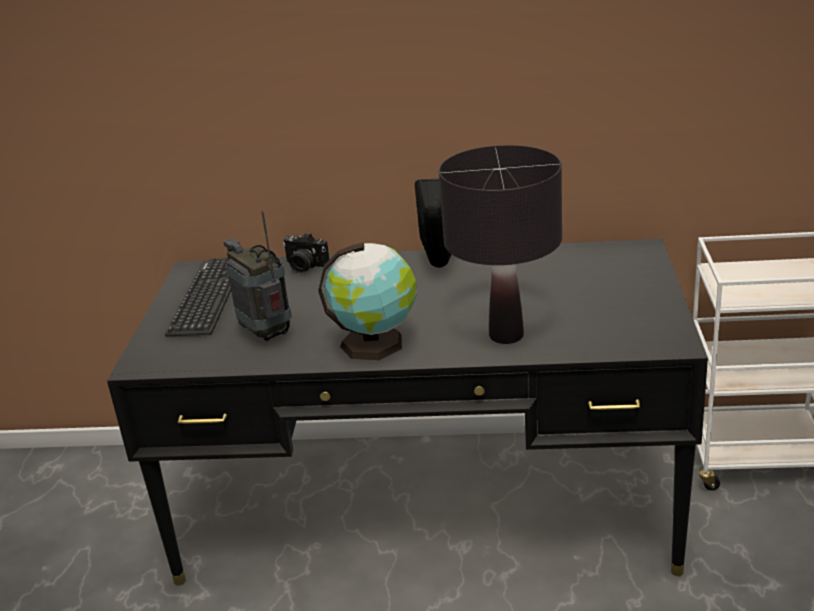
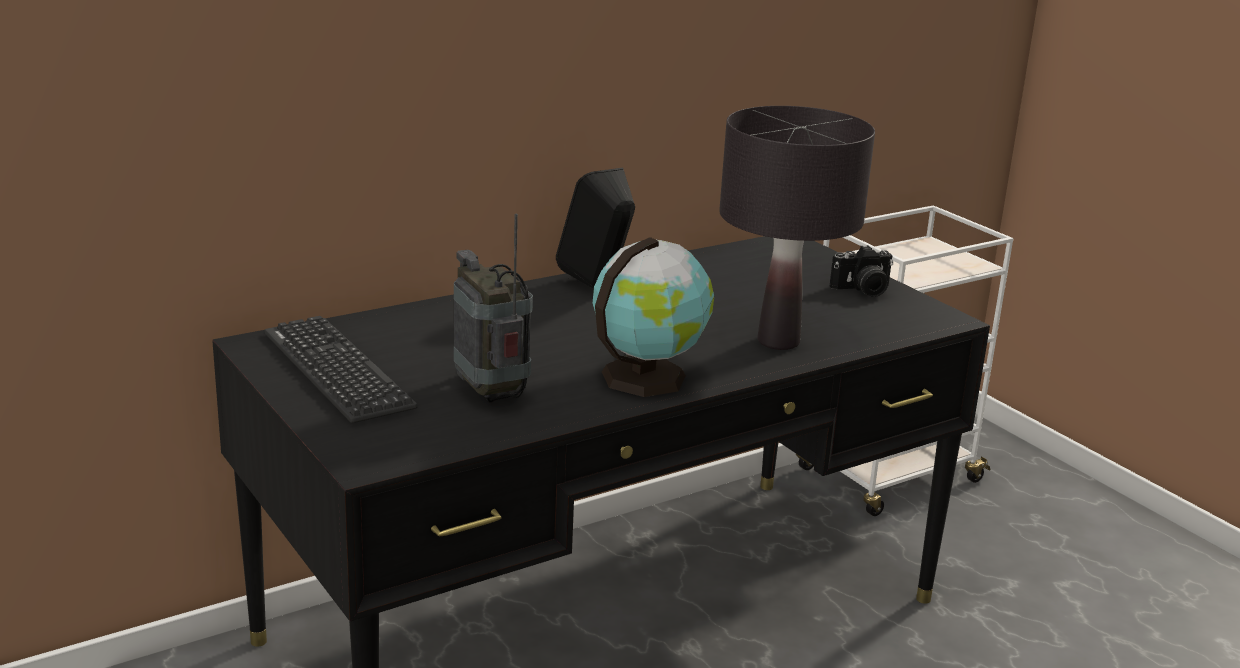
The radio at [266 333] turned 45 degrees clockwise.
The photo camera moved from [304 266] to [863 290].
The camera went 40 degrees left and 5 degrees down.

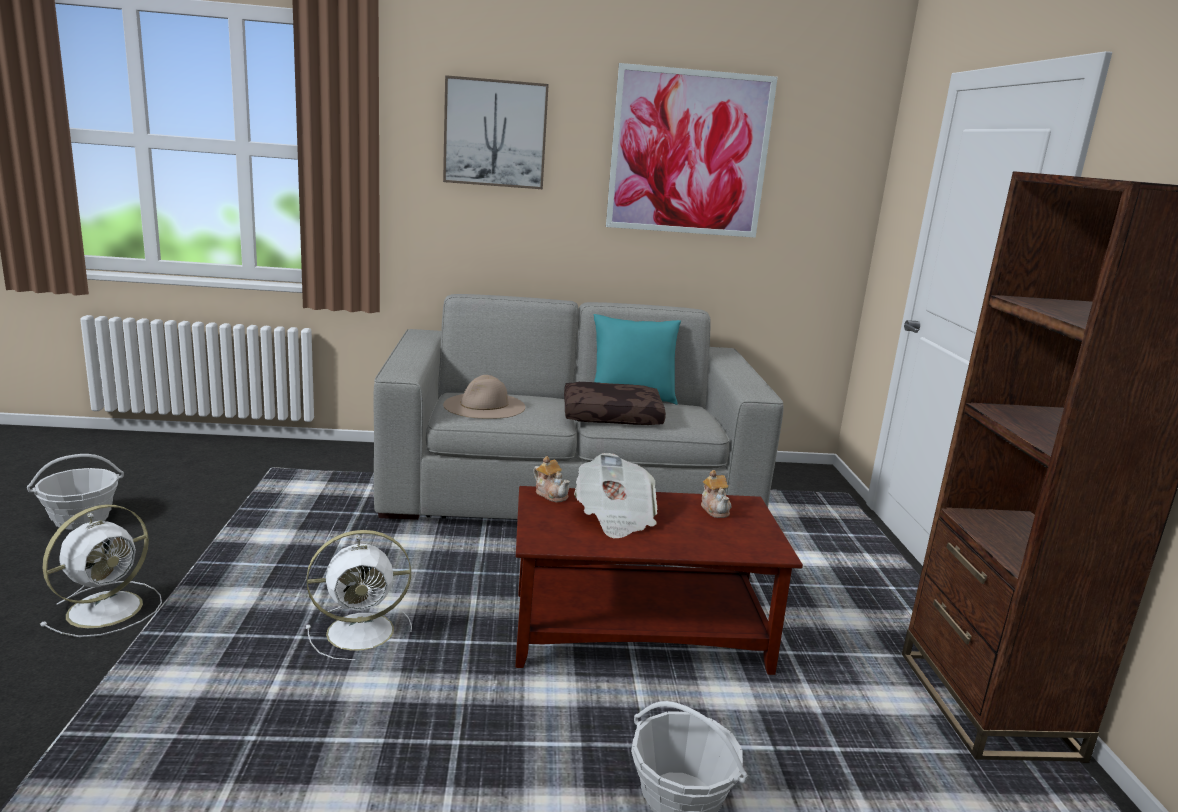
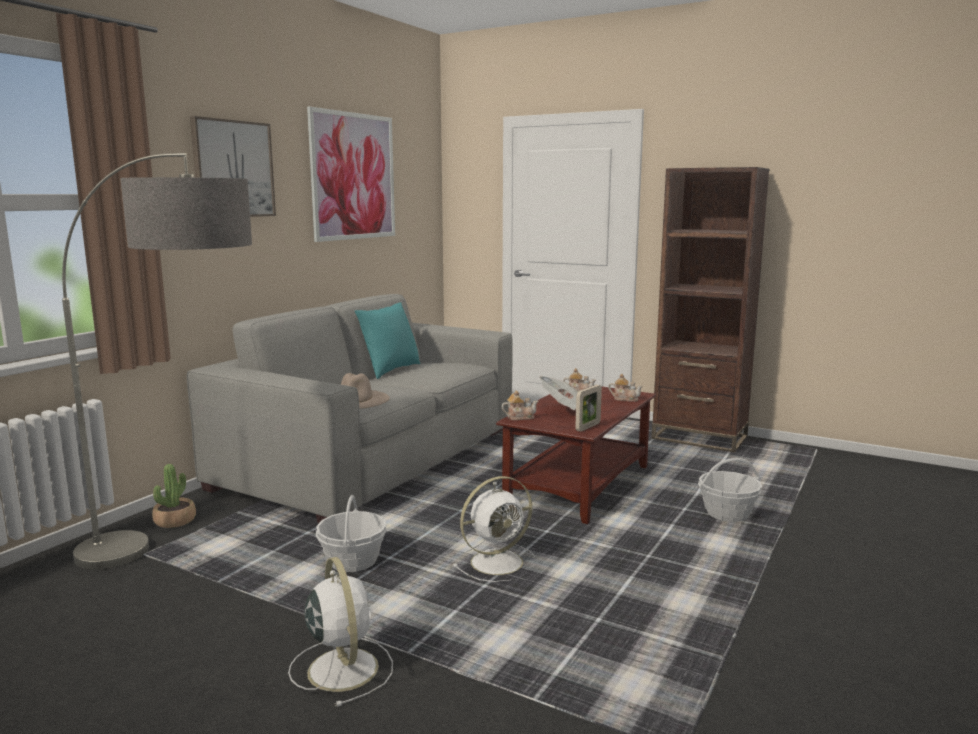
The brown pillow at [612 416] disappeared.
The basket moved from [81 519] to [353 562].
The white fan at [364 632] turned 45 degrees clockwise.
The floor lamp at [183 562] appeared.
The teapot at [625 399] appeared.
The picture frame at [588 427] appeared.
The potted plant at [175 520] appeared.
The camera went 55 degrees left and 5 degrees down.

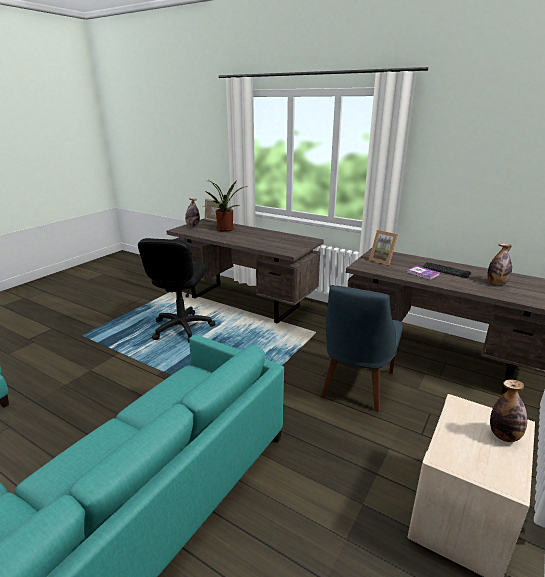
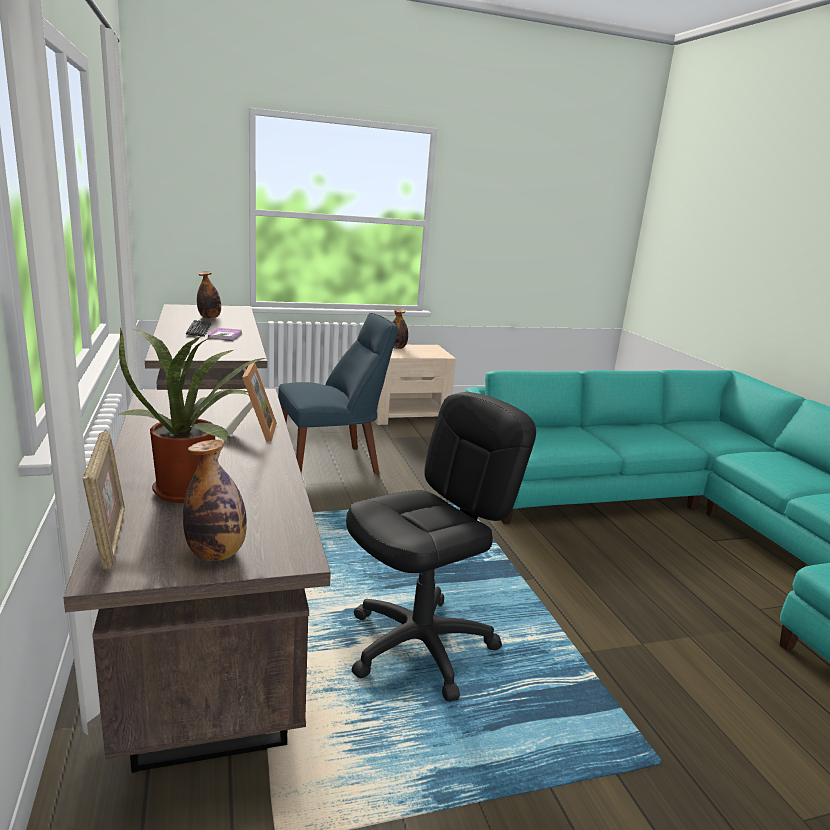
The picture frame moved from [382 260] to [253 432].
The camera went 140 degrees left and 5 degrees down.

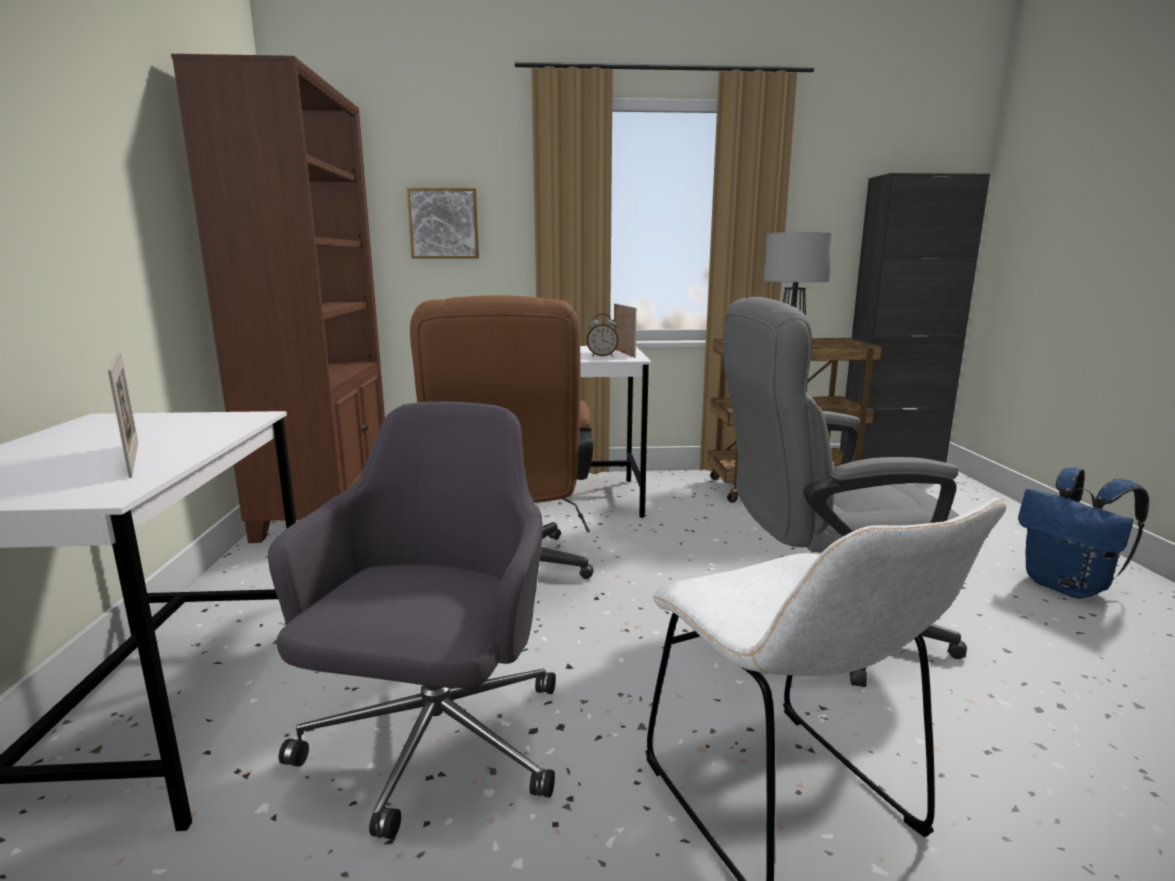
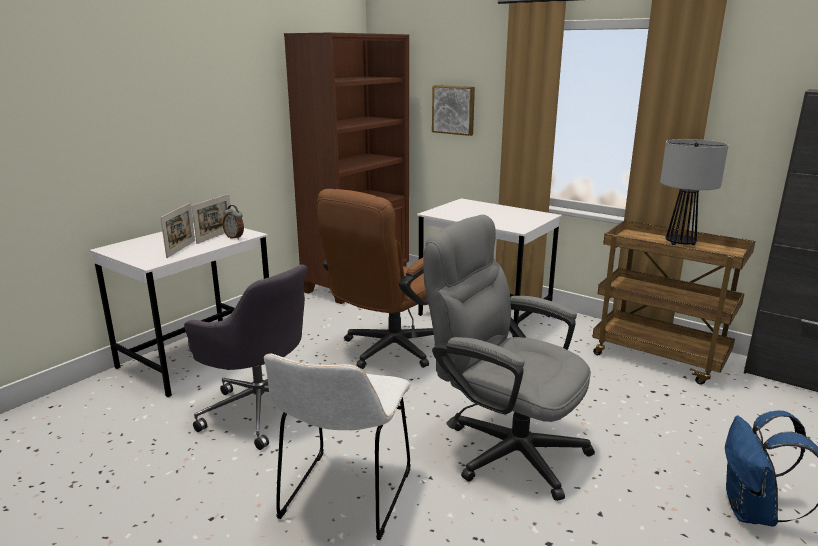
The picture frame moved from [624 353] to [215 236].
The alarm clock moved from [602 356] to [235 237].
The grey office chair at [434 745] turned 75 degrees clockwise.
The camera went 40 degrees right and 5 degrees up.

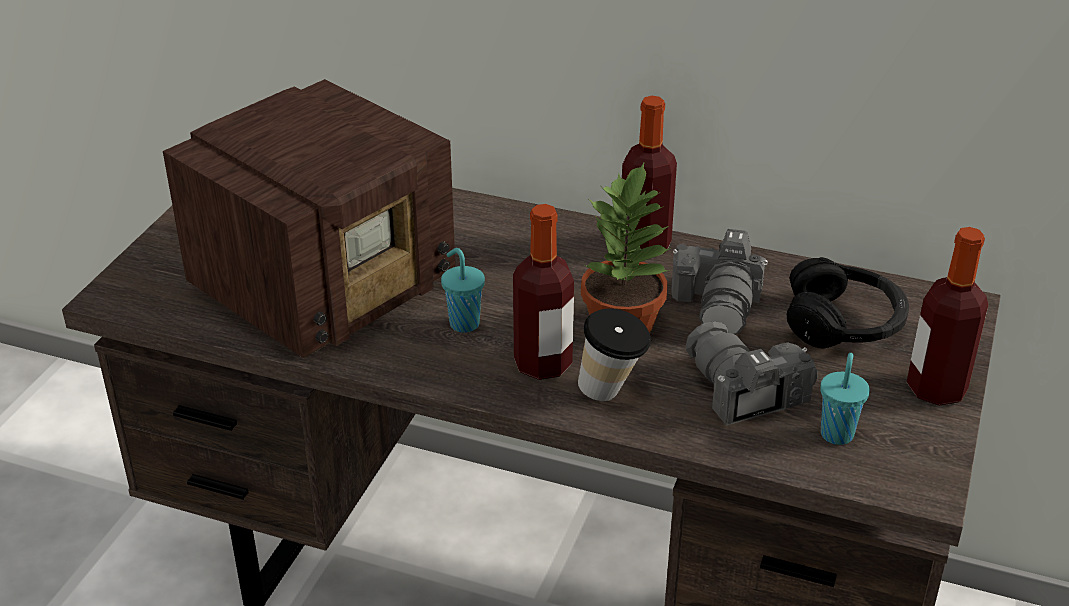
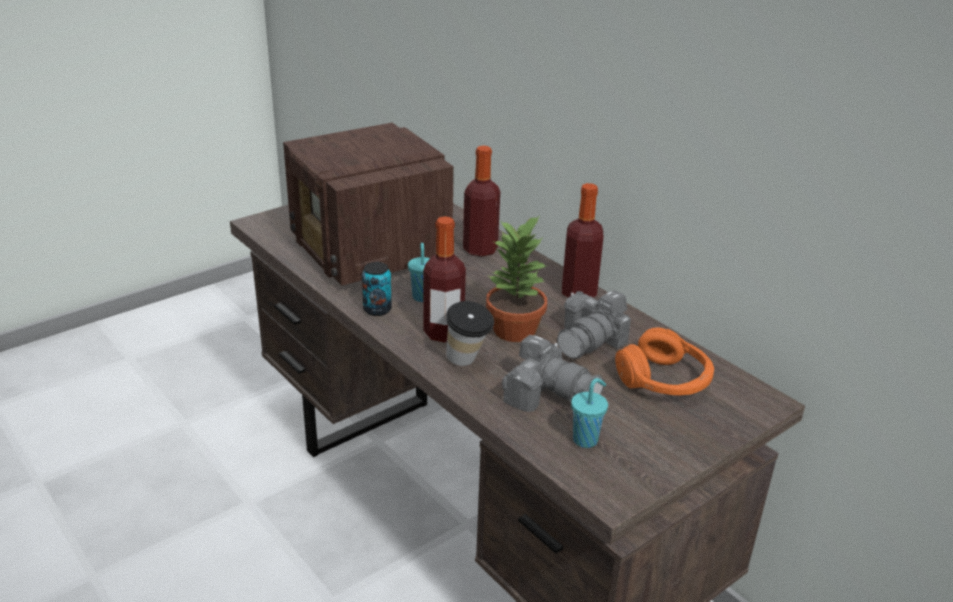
The radio at [327 285] turned 75 degrees clockwise.
The bottle moved from [936 389] to [480 249].
The black headphones at [844 323] became the orange headphones at [664 380].
The photo camera at [743 392] turned 120 degrees clockwise.
The can at [377 309] appeared.
The camera went 30 degrees right and 5 degrees down.

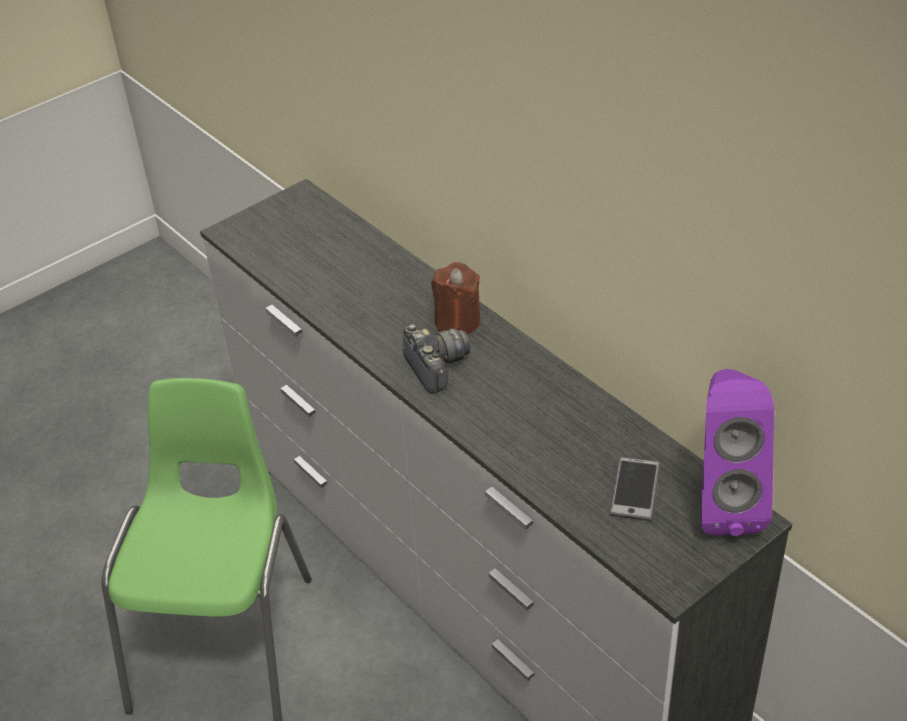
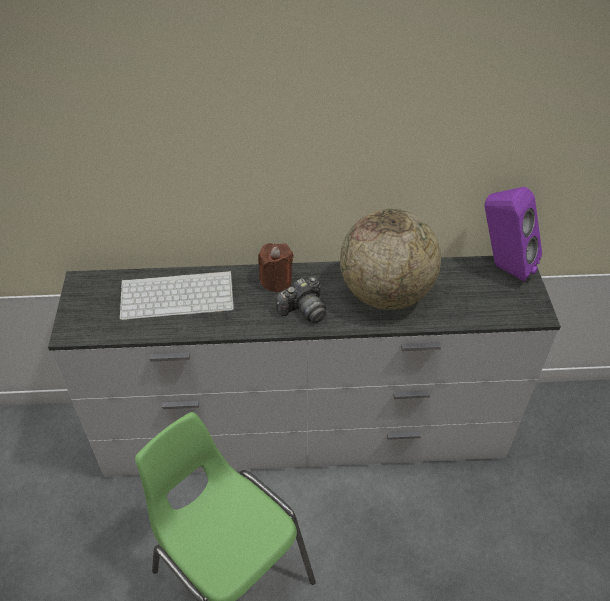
The photo camera at [435 367] turned 135 degrees clockwise.
The phone at [634 489] disappeared.
The globe at [386 293] appeared.
The keyboard at [178 295] appeared.
The camera went 55 degrees left and 5 degrees up.

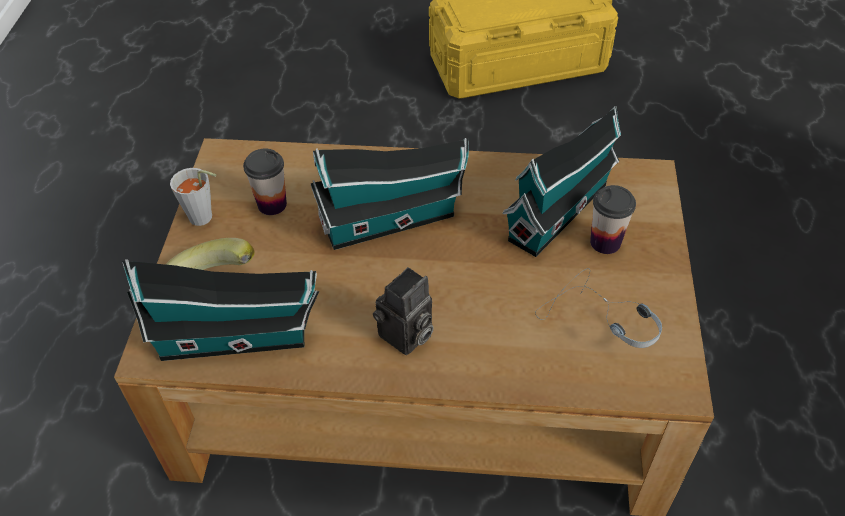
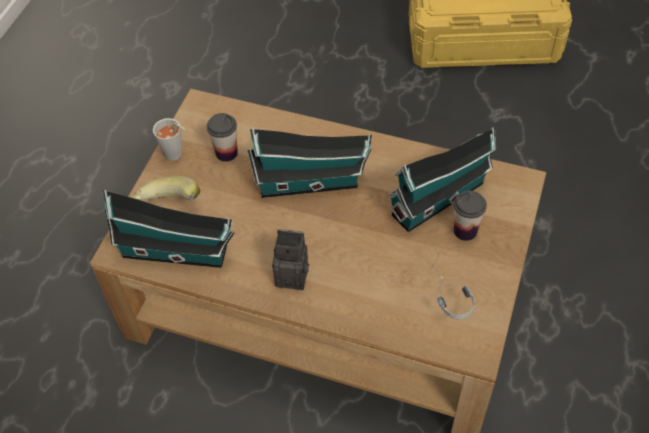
The photo camera at [406 337] turned 135 degrees counterclockwise.
The camera went 15 degrees right and 5 degrees up.

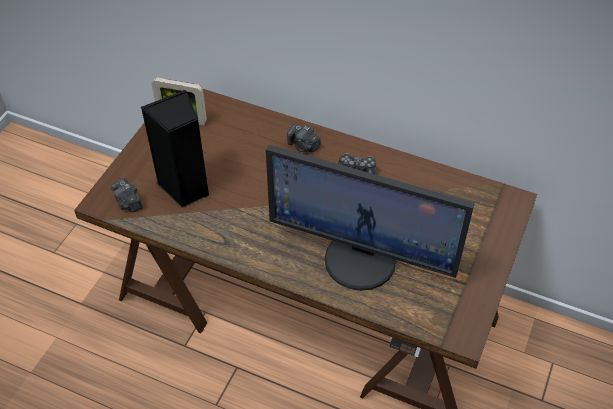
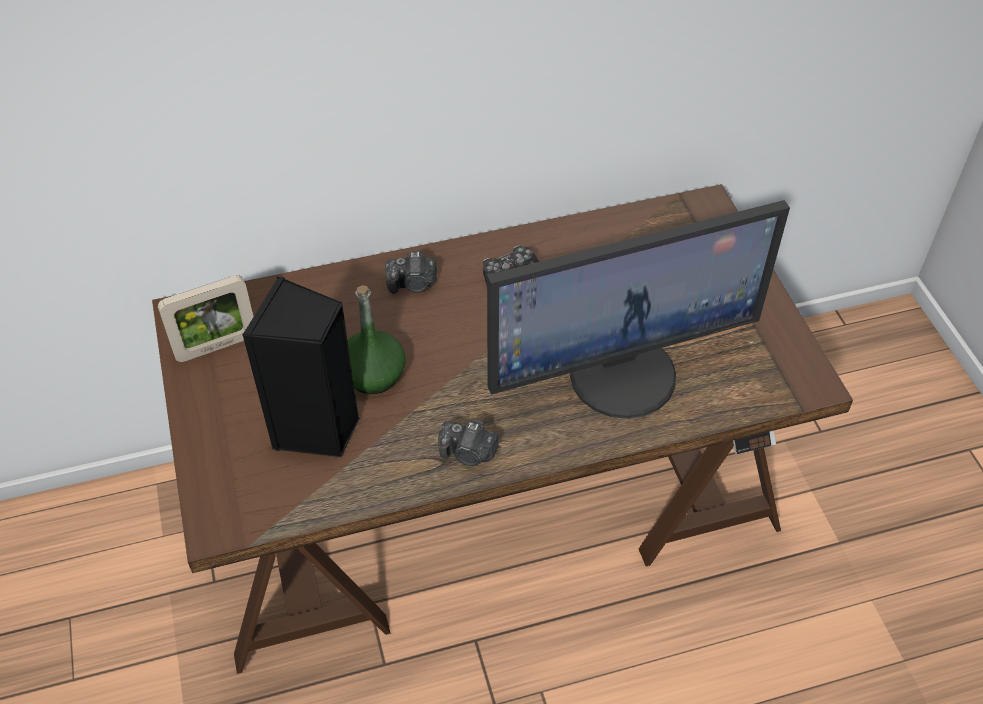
The photo camera moved from [128 203] to [468 453].
The green bottle at [373 375] appeared.
The camera went 40 degrees left and 0 degrees up.

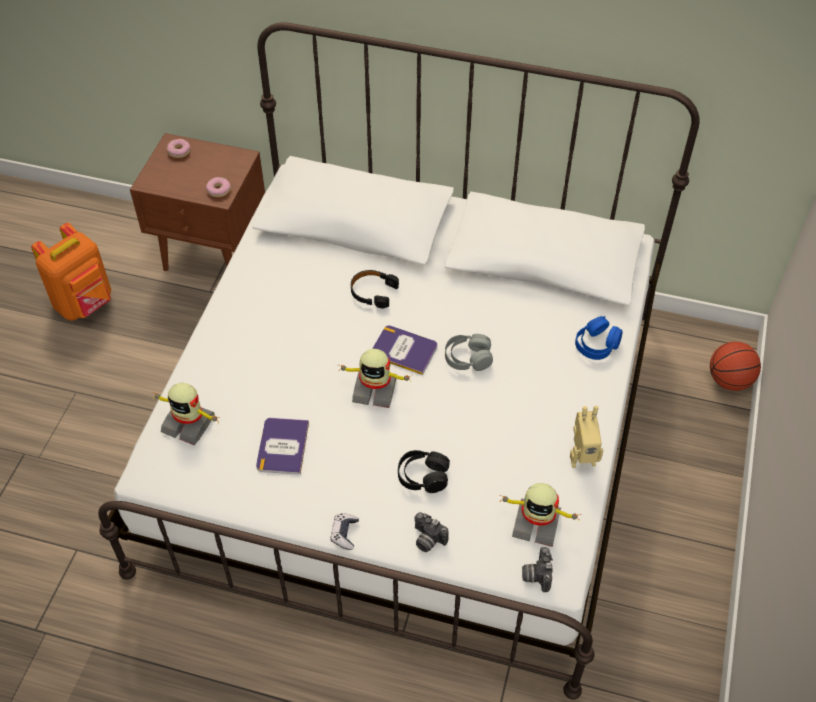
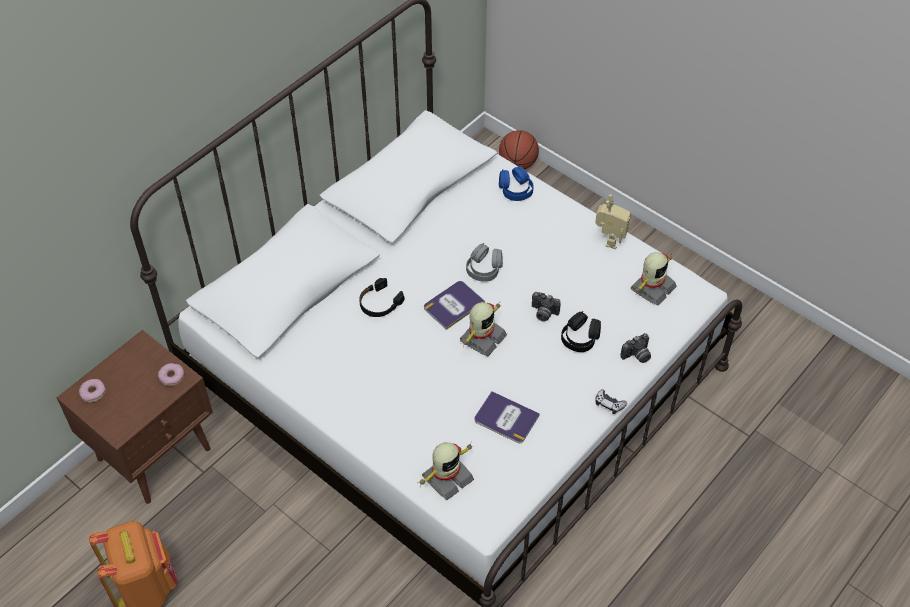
The photo camera moved from [536 575] to [543 313].
The camera went 65 degrees left and 0 degrees up.

